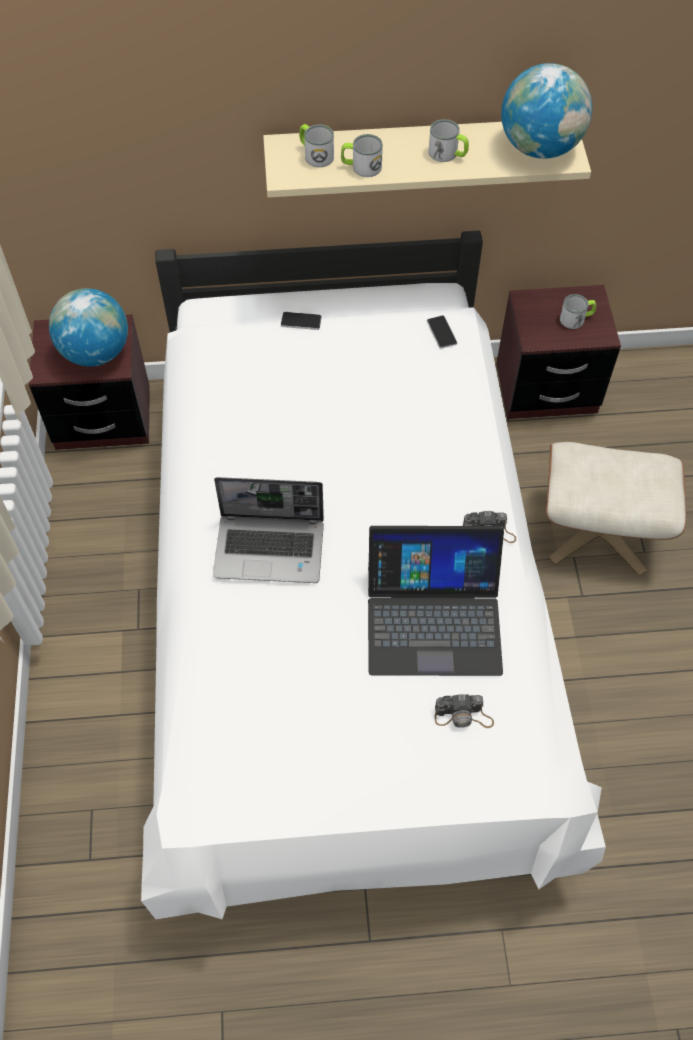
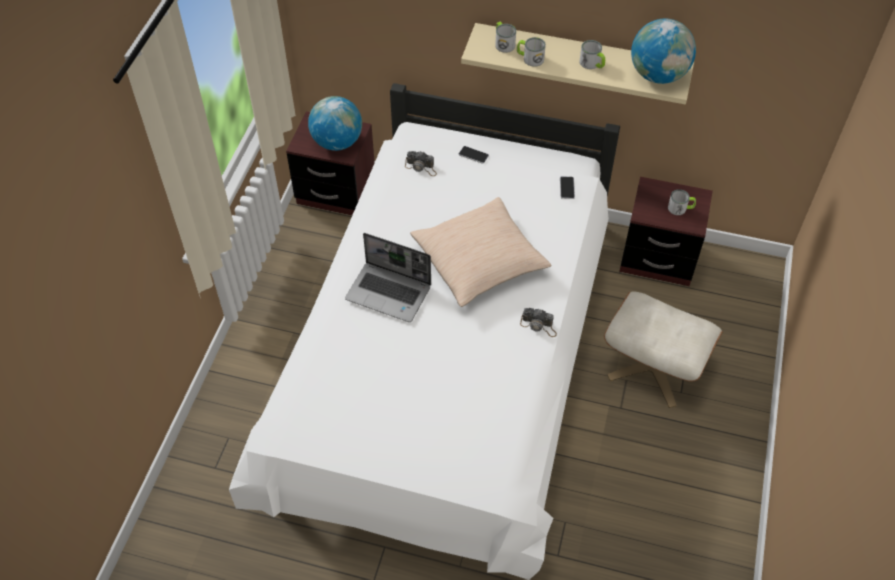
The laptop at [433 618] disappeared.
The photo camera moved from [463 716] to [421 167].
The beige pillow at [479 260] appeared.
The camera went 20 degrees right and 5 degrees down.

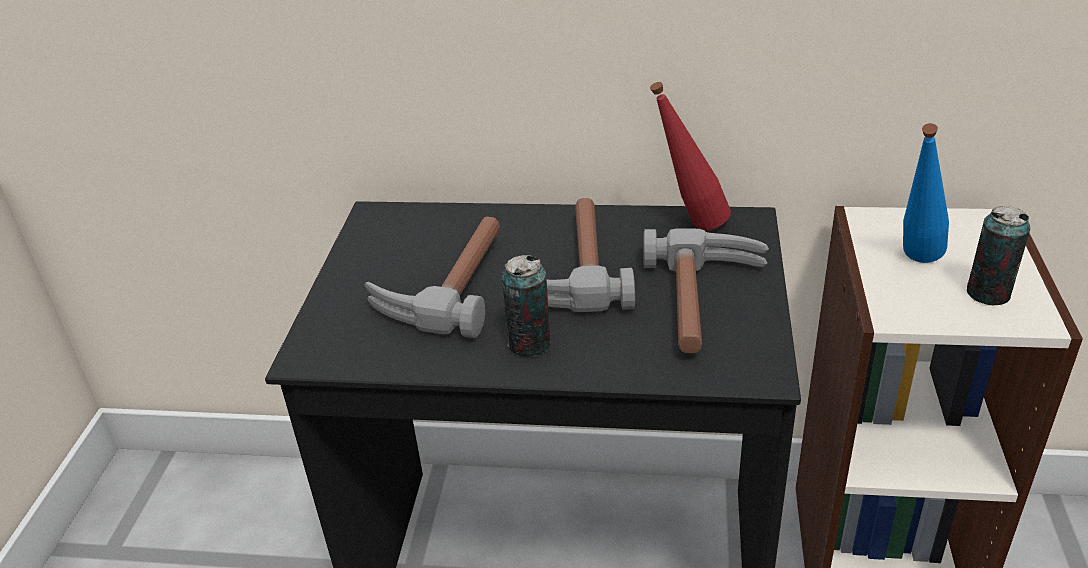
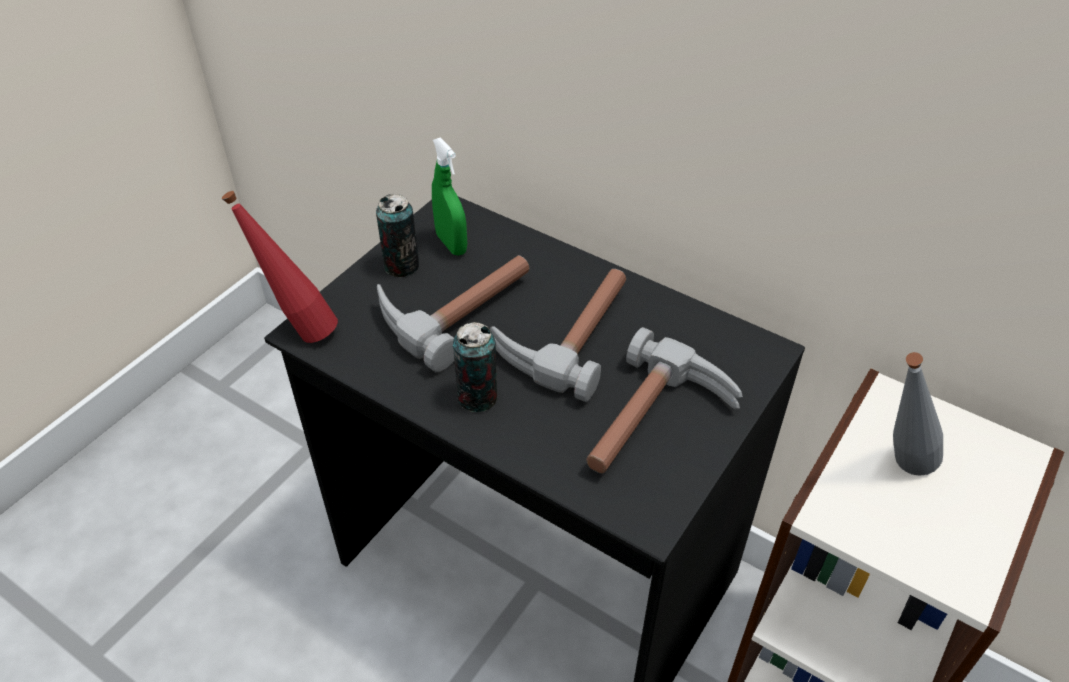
The red bottle moved from [689 226] to [298 329].
The blue bottle at [914 264] became the grey bottle at [894 469].
The can moved from [988 294] to [401 266].
The green spray bottle at [451 244] appeared.
The camera went 25 degrees right and 10 degrees up.

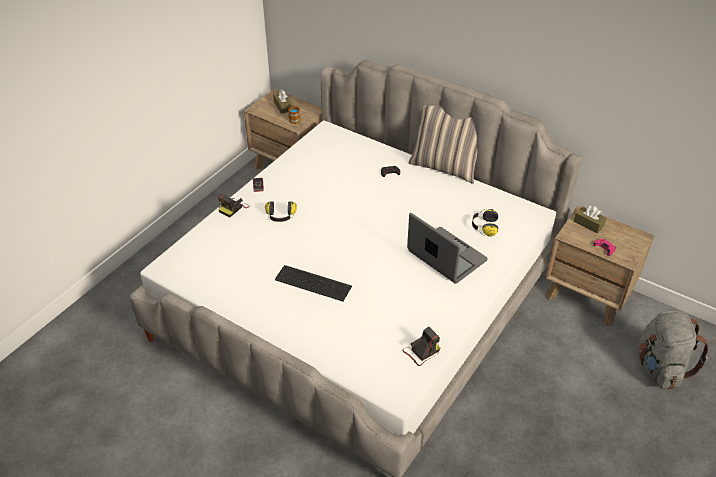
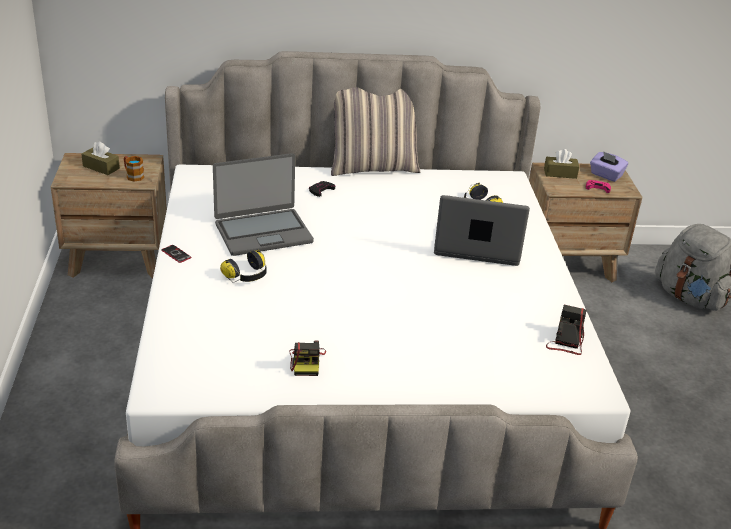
The photo camera moved from [233 208] to [307 362].
The keyboard at [313 282] disappeared.
The purple tissue box at [606 175] appeared.
The laptop at [263 232] appeared.
The camera went 40 degrees left and 10 degrees down.

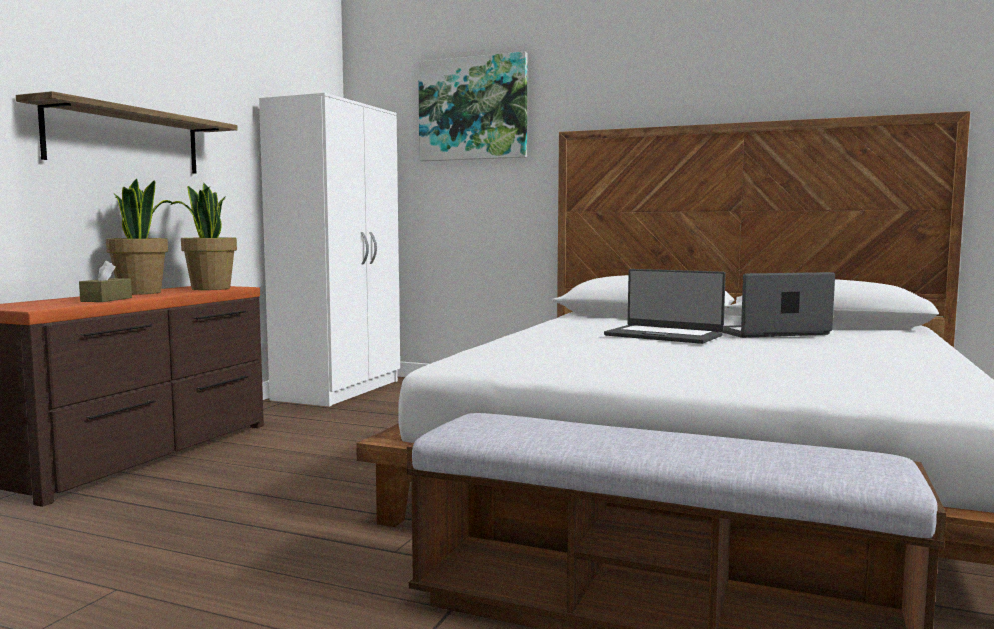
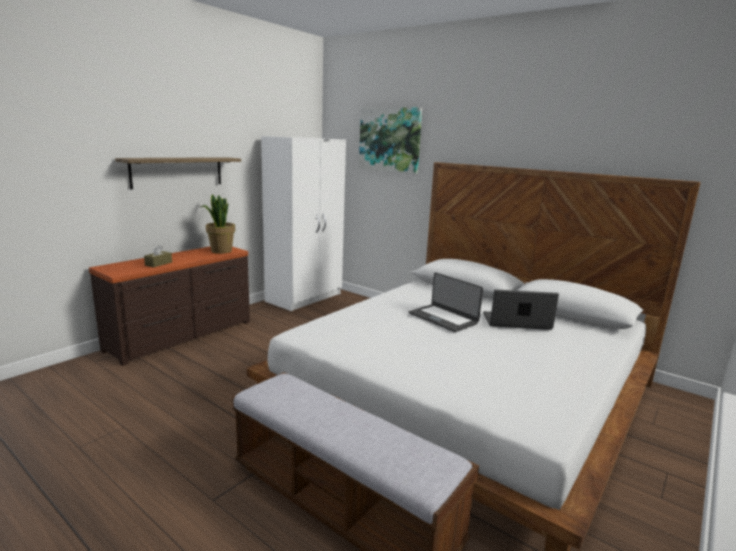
The potted plant at [141 292] disappeared.
The camera went 15 degrees right and 10 degrees up.

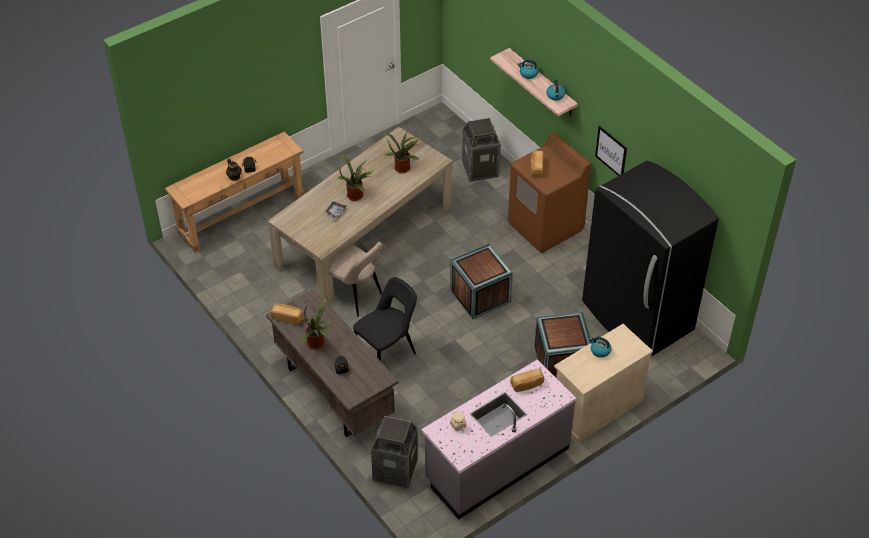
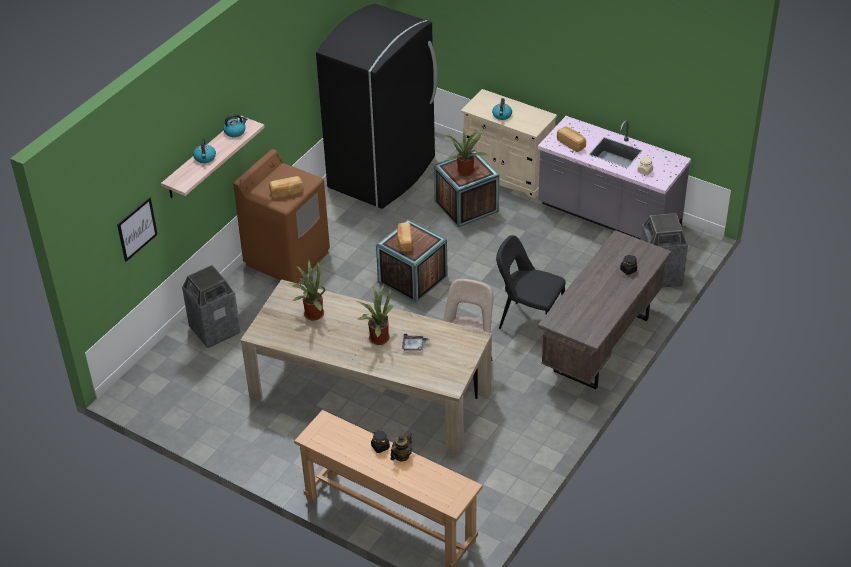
The picture moved from [611 152] to [137 229].
The potted plant moved from [317 344] to [466 170].
The bread moved from [287 317] to [404 242].
The camera went 110 degrees left and 5 degrees down.

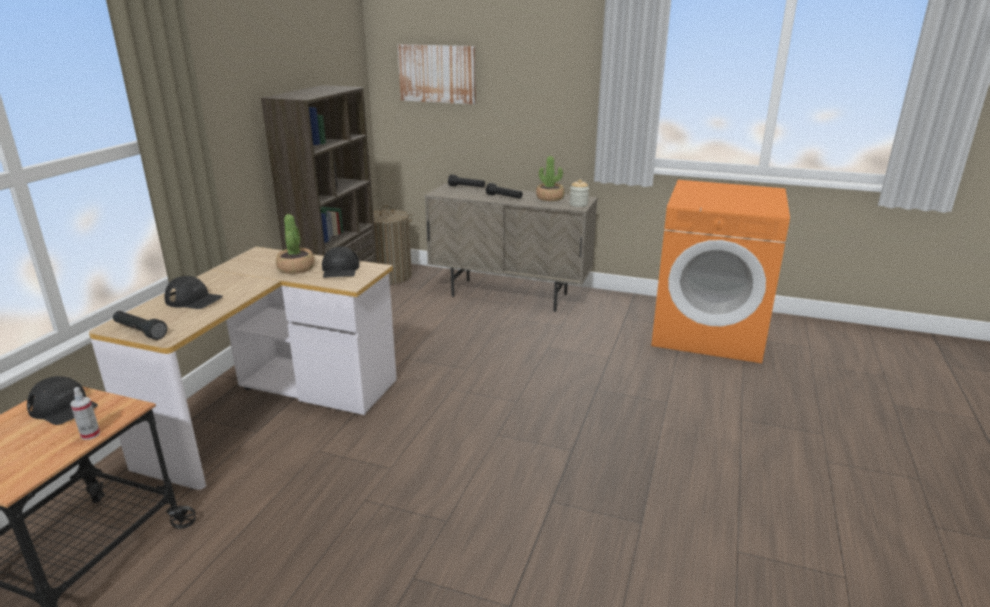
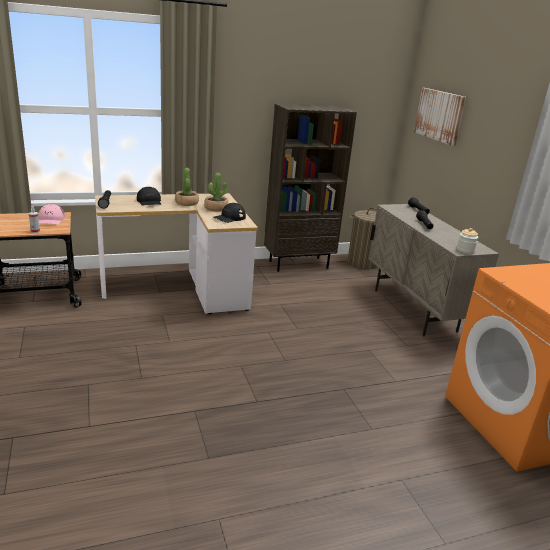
The potted plant moved from [550 198] to [187 203].
The black cap at [63 407] became the pink cap at [50 220].
The camera went 50 degrees right and 0 degrees up.

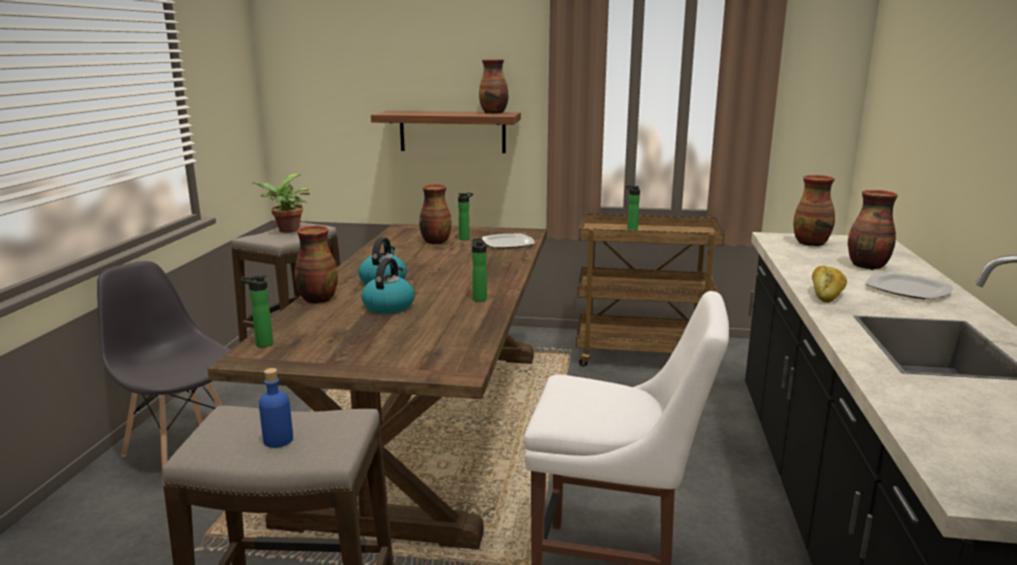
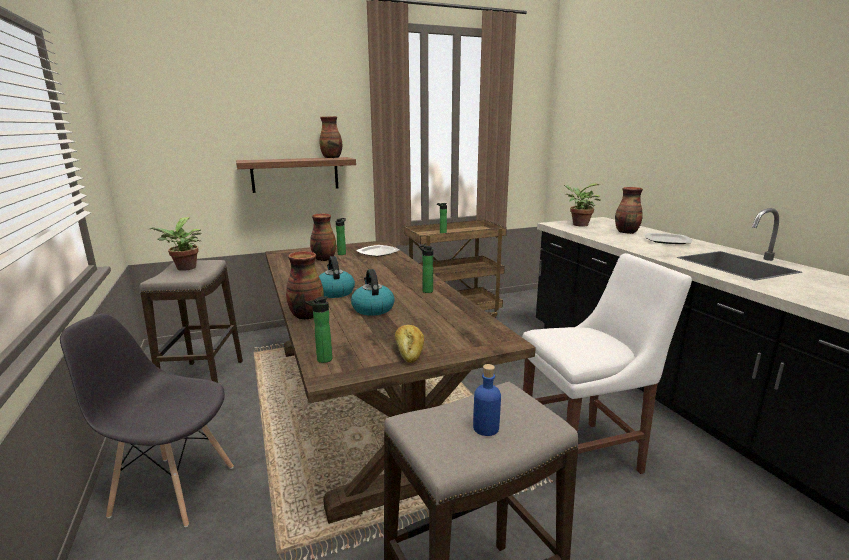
The vase at [811 243] was replaced by the potted plant at [578 224].
The bread moved from [827 294] to [409 350].
The camera went 30 degrees left and 0 degrees up.

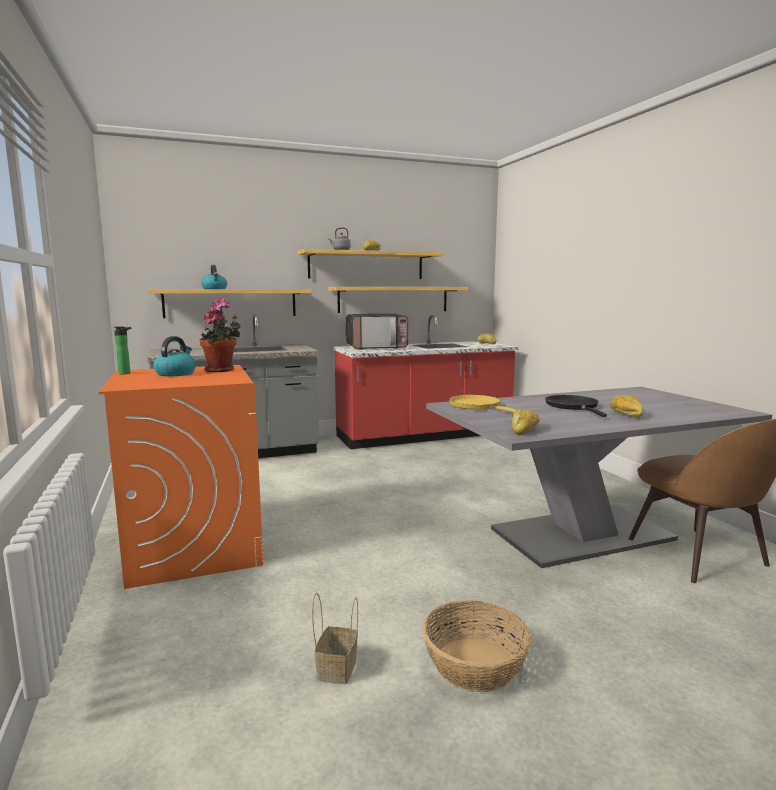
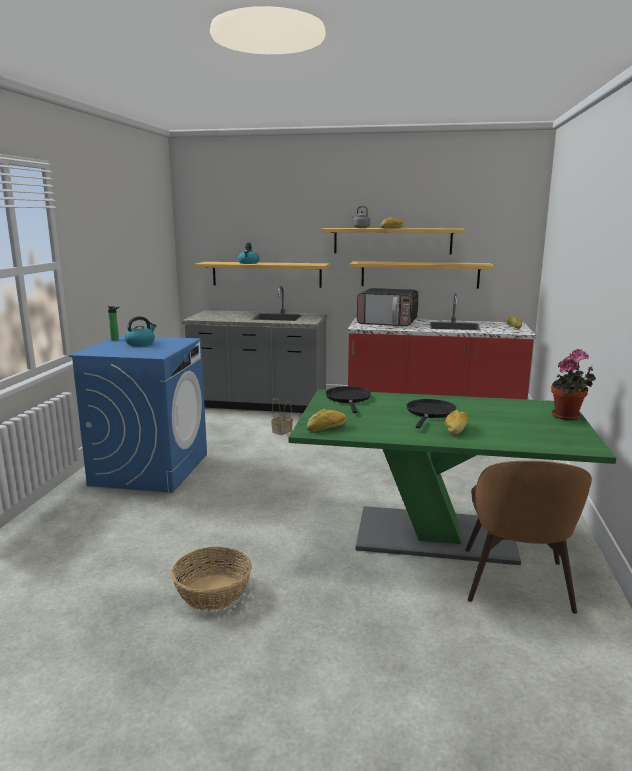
The potted plant moved from [222 370] to [568 417].
The orange washing machine at [194 546] became the blue washing machine at [150 469].
The grey dining table at [582 534] became the green dining table at [435 535].
The yellow frying pan at [477 406] became the black frying pan at [348 399].
The basket moved from [336 667] to [282 431].
The camera went 30 degrees right and 5 degrees up.

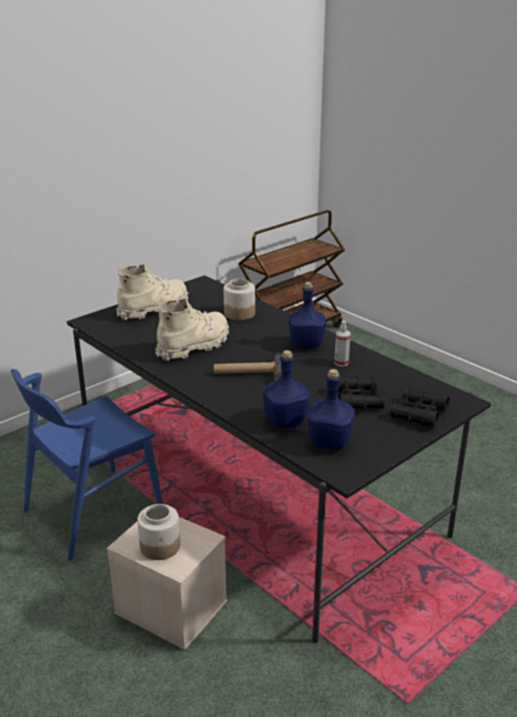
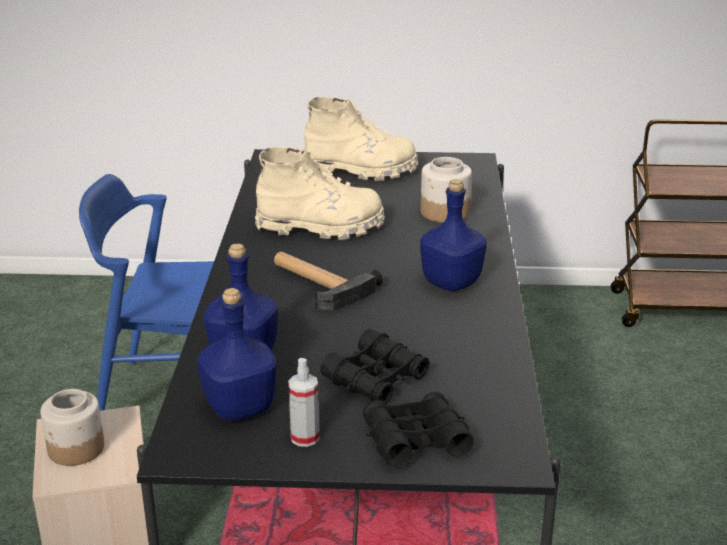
The spray bottle moved from [341 363] to [305 437].
The camera went 45 degrees right and 0 degrees up.

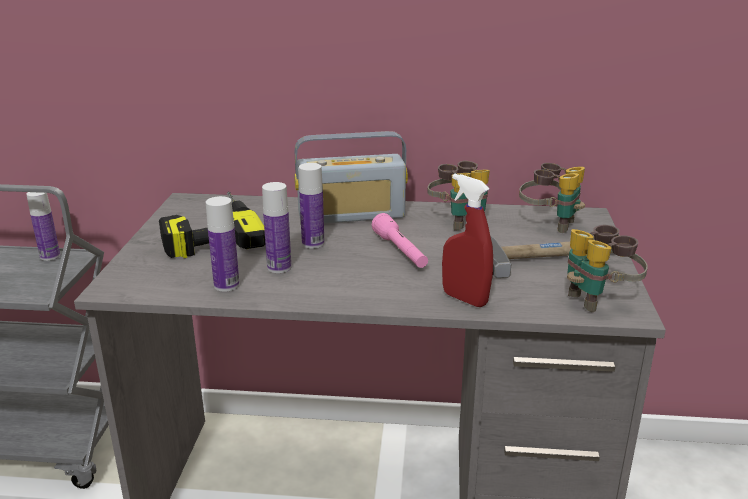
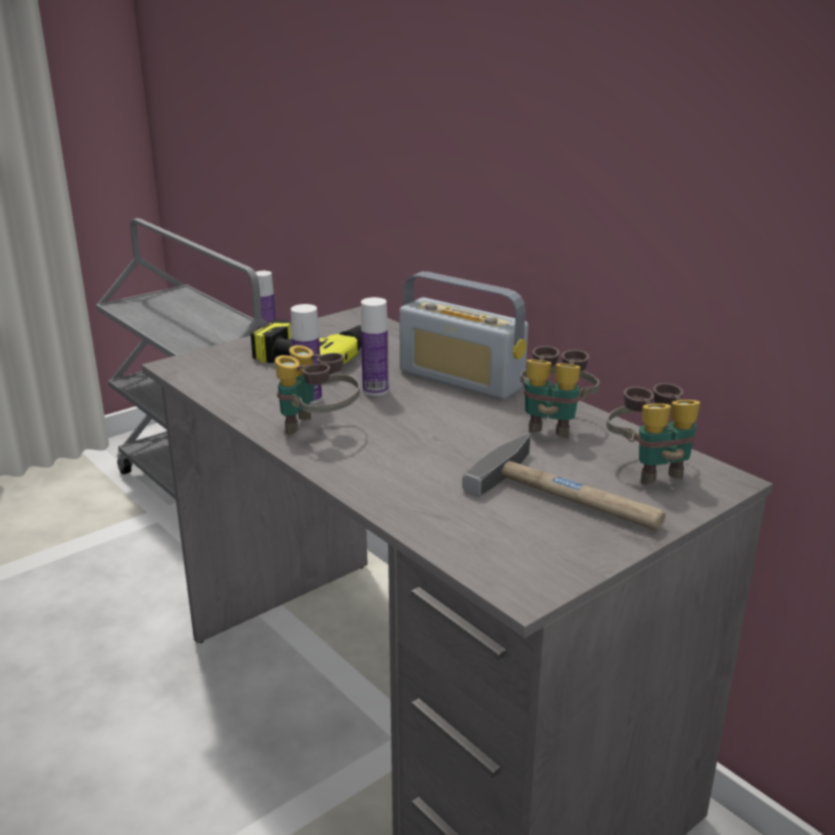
The red spray bottle at [464 299] disappeared.
The bottle at [226 285] disappeared.
The pink flashlight at [400 251] disappeared.
The binoculars moved from [598 299] to [317 430].
The camera went 45 degrees right and 0 degrees up.

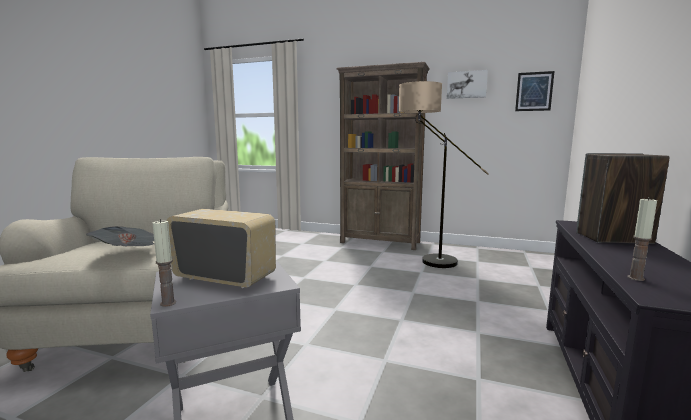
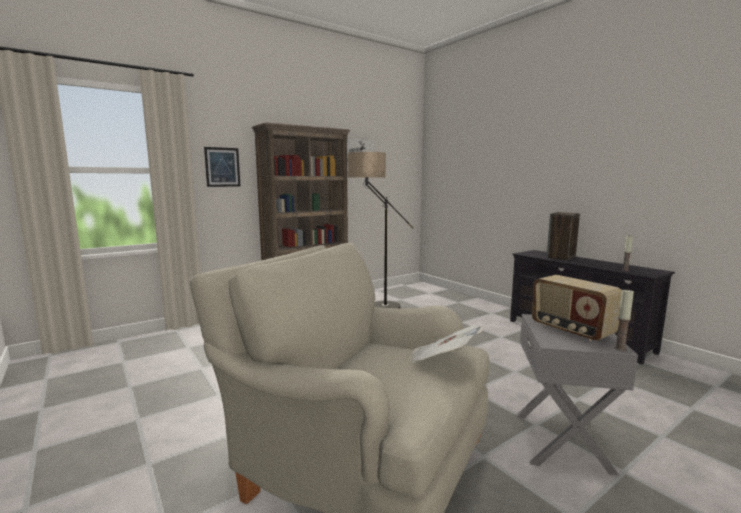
The picture moved from [534 91] to [222 167].
The radio at [225 278] turned 90 degrees counterclockwise.
The camera went 55 degrees left and 0 degrees up.

